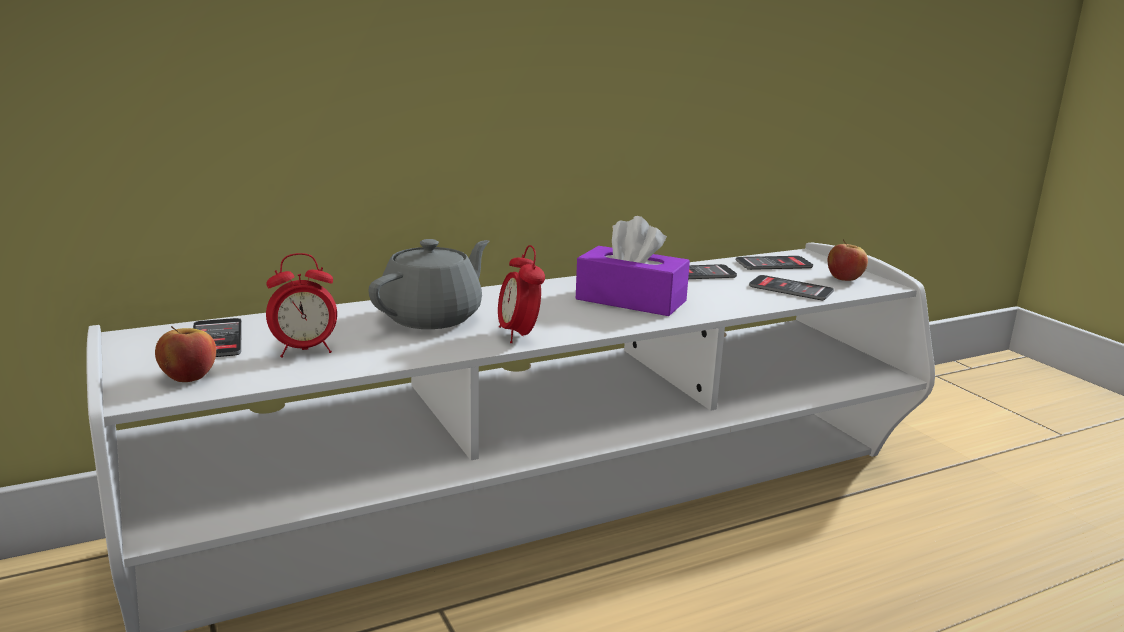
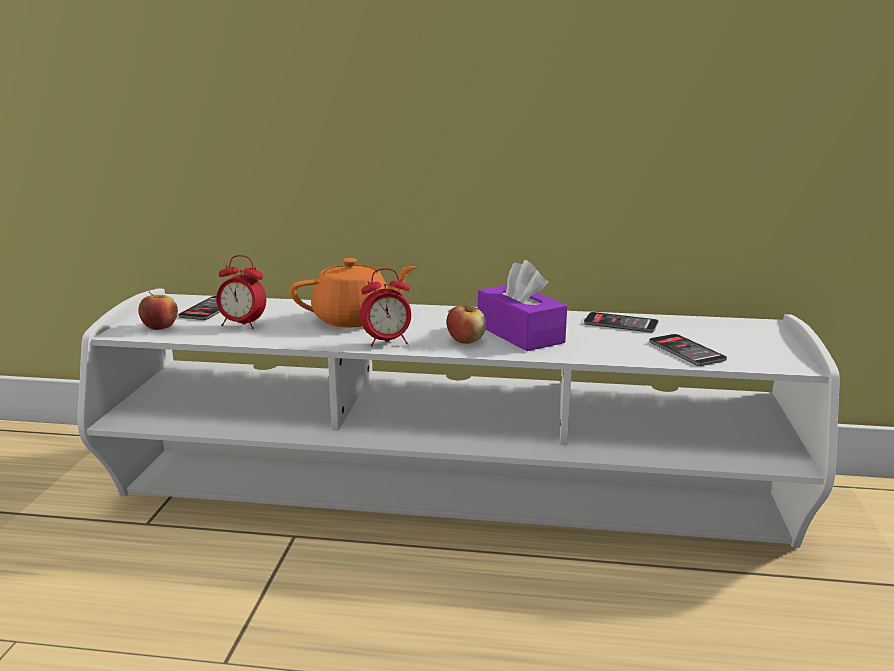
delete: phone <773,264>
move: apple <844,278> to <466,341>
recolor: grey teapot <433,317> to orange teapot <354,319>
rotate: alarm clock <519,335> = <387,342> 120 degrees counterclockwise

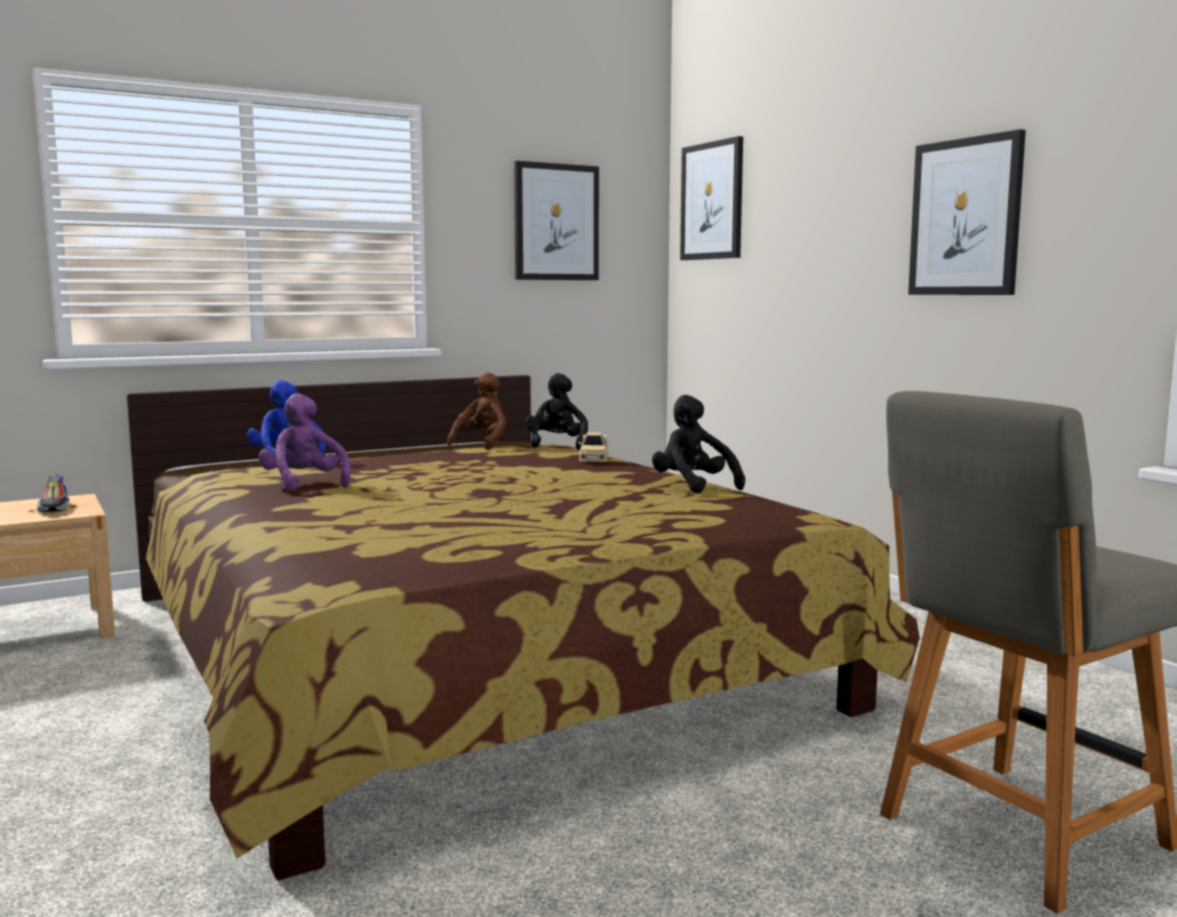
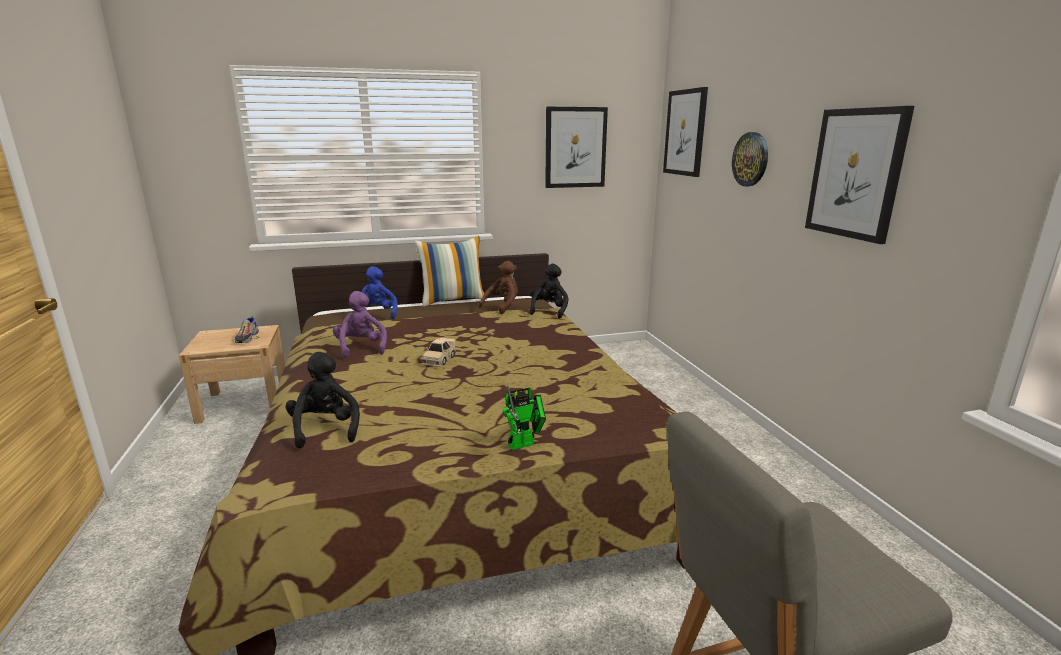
insert: pillow <453,300>; toy robot <525,443>; wall clock <750,159>
move: black plush toy <693,487> to <325,429>; beige toy car <593,459> to <439,360>

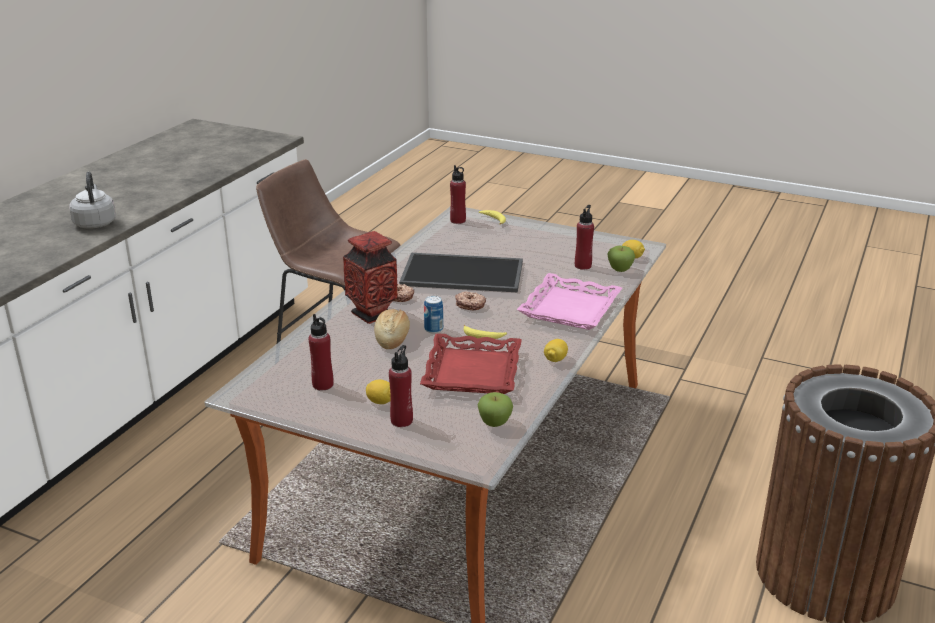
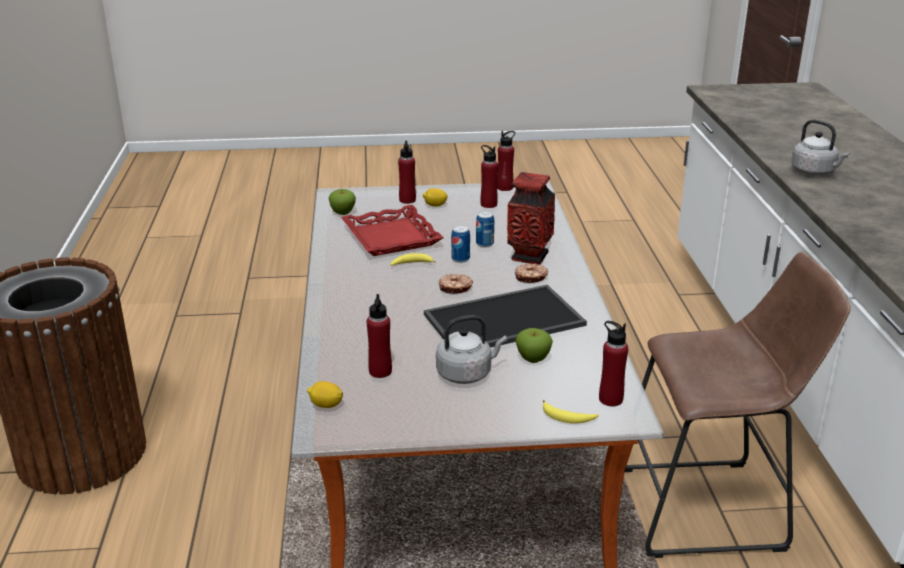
delete: pink tray <570,309>; lemon <555,359>
insert: grey kettle <467,373>; red bottle <505,188>
move: apple <620,270> to <533,359>
replace: bread <392,338> to can <484,243>

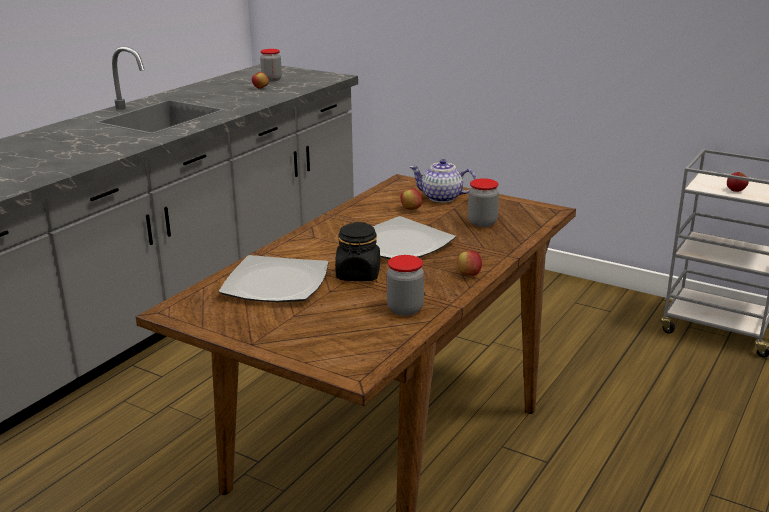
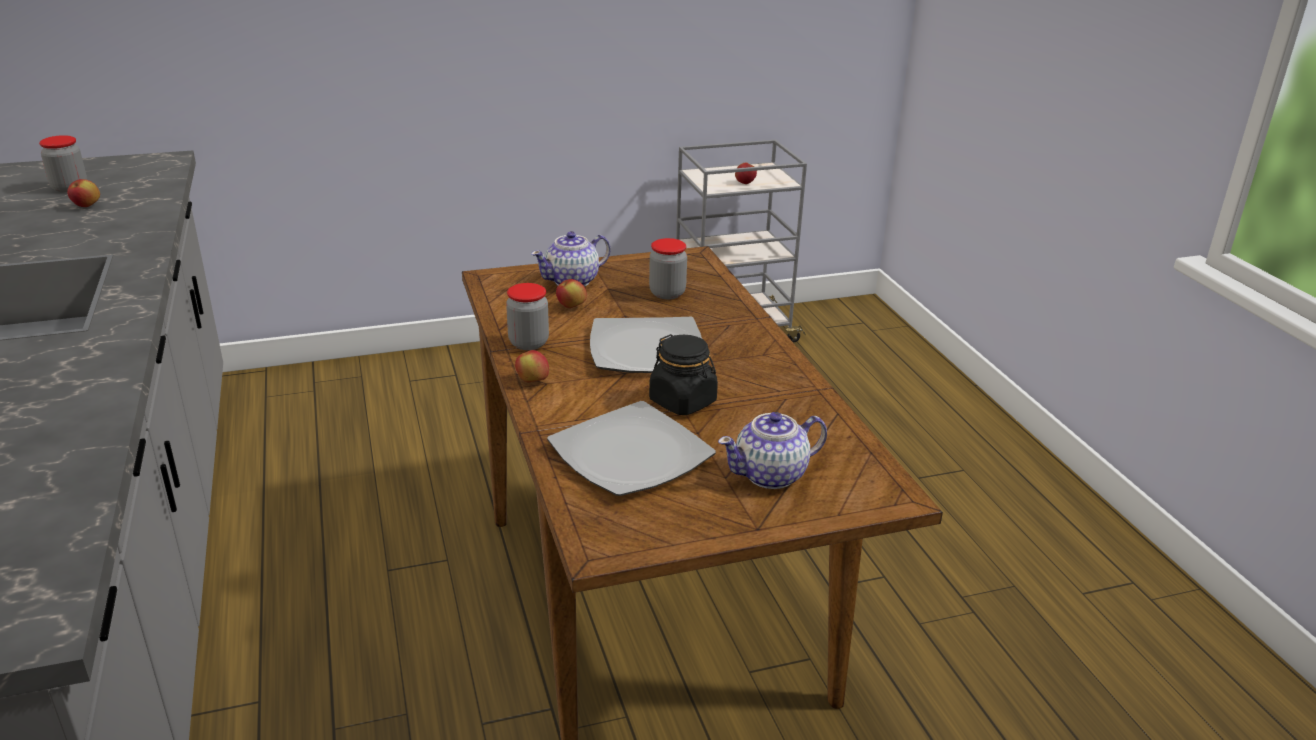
insert: teapot <771,475>
move: jar <405,309> to <528,343>; apple <469,275> to <532,381>

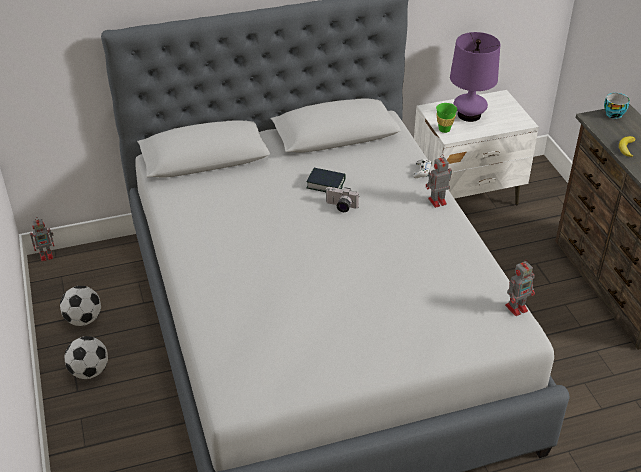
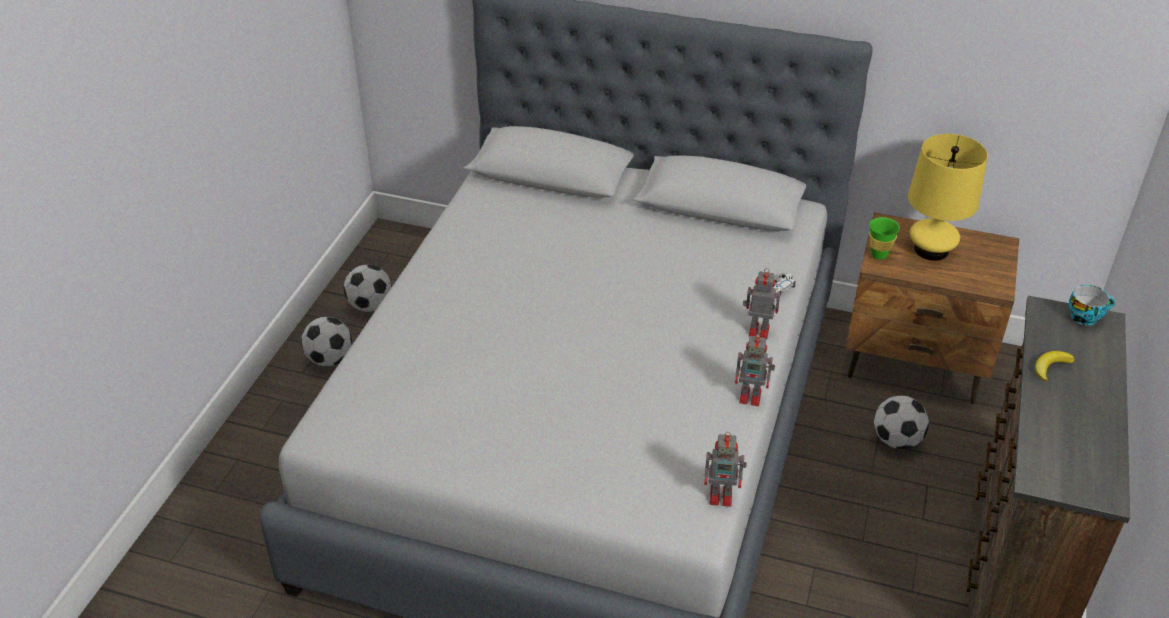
delete: book <325,184>; photo camera <340,207>
insert: football <896,440>
move: toy robot <47,255> to <751,396>
recolor: white nightstand <467,195> to brown nightstand <916,362>; purple table lamp <469,115> to yellow table lamp <931,250>

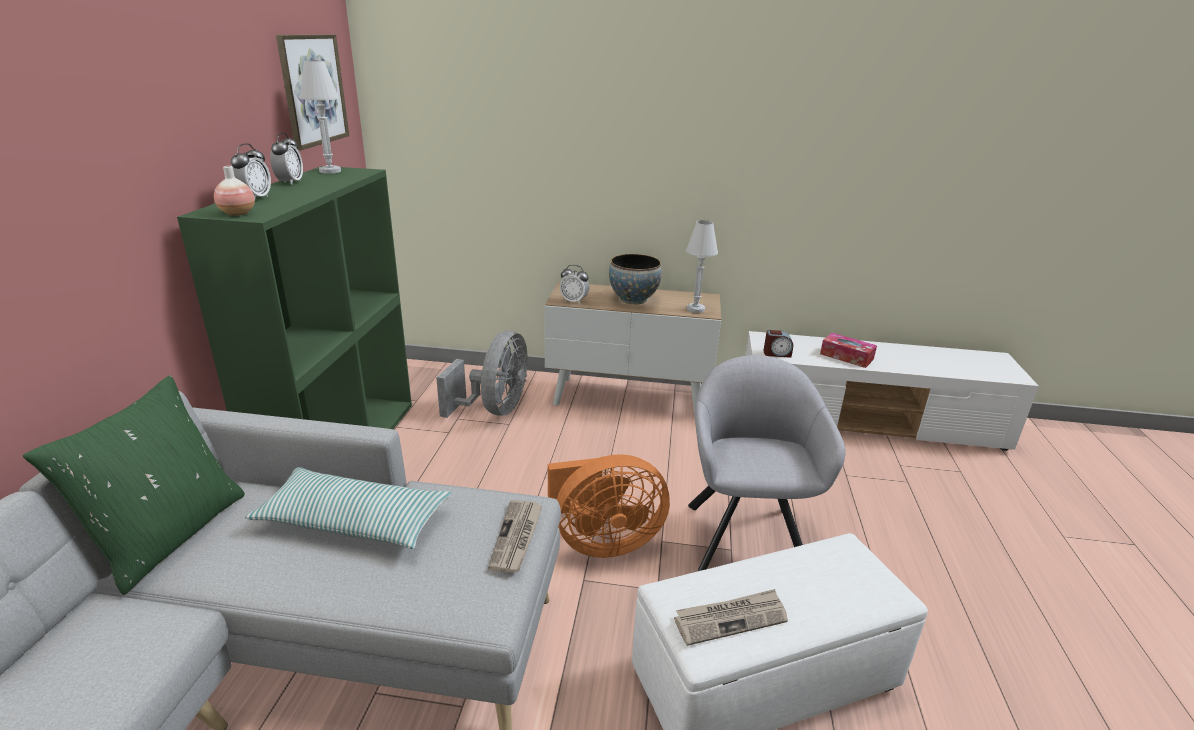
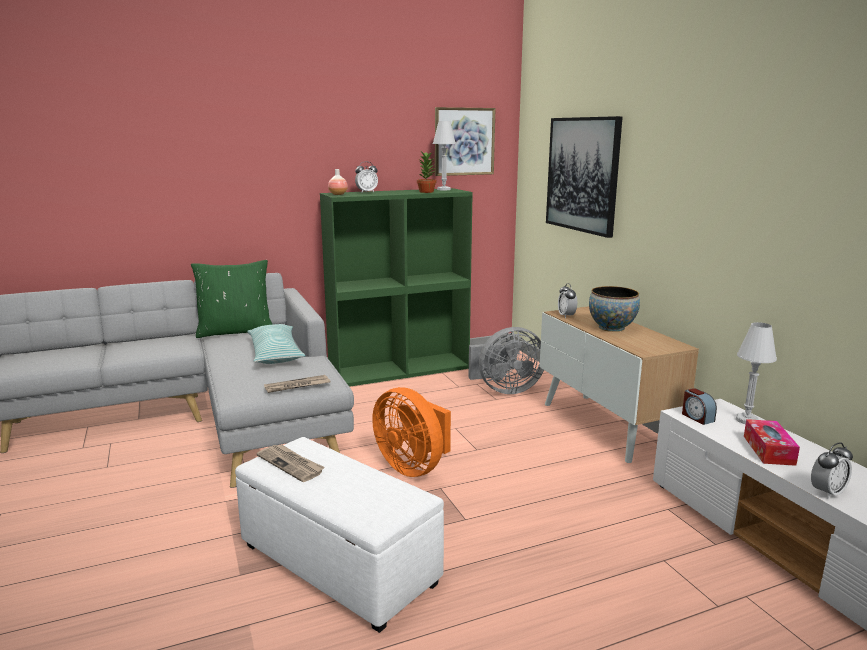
delete: grey armchair <745,532>
insert: potted plant <426,192>; picture <582,174>
move: white table lamp <695,309> to <746,420>; alarm clock <290,182> to <827,492>

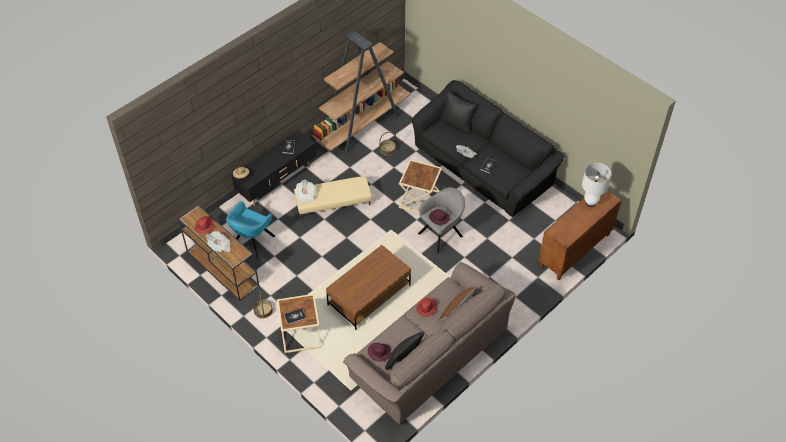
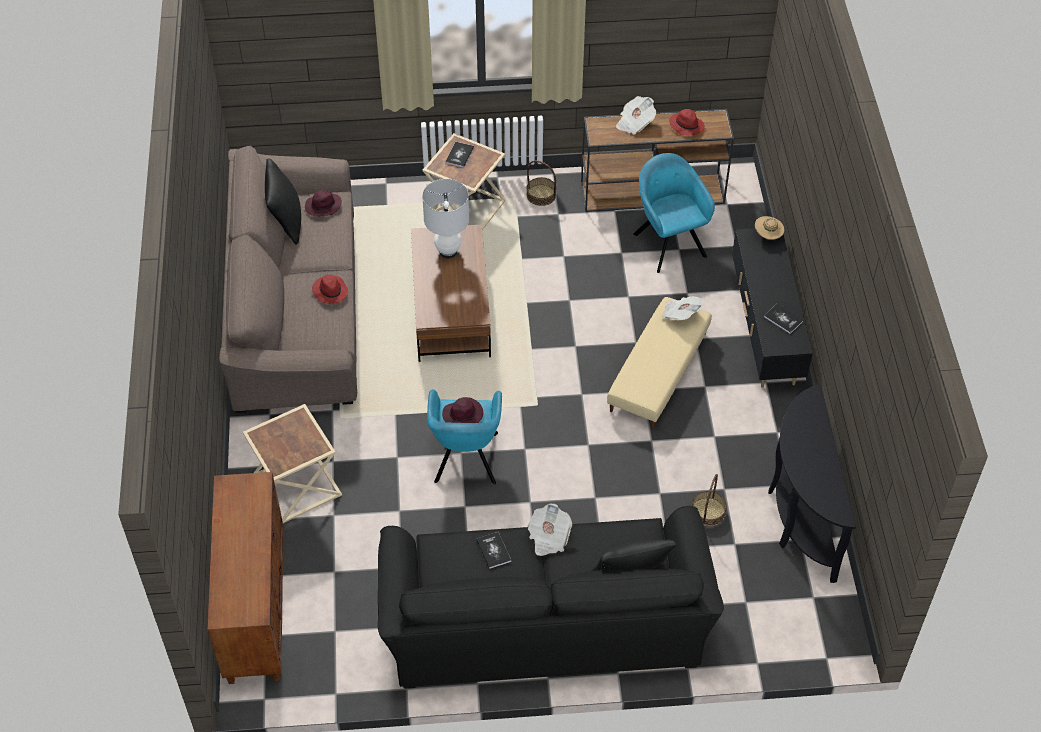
delete: brown pillow <456,309>
move: beige side table <420,200> to <295,485>; white table lamp <590,203> to <448,251>
replace: brown bookcase <363,125> to black console table <799,516>
recolor: grey armchair <441,234> to turquoise armchair <466,460>

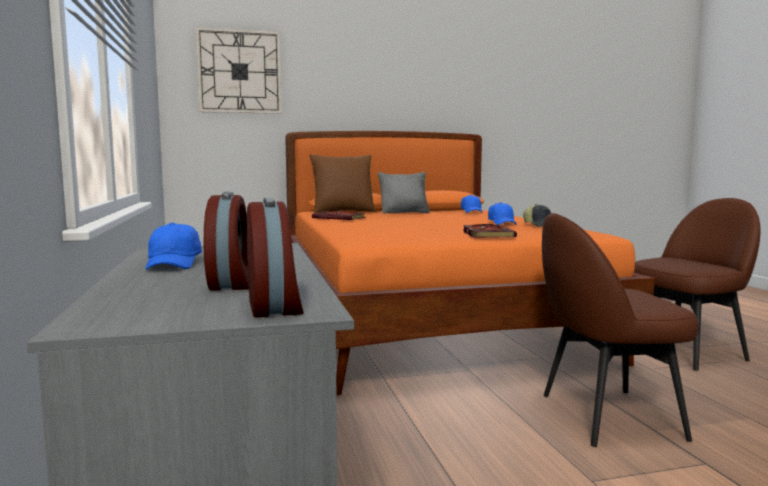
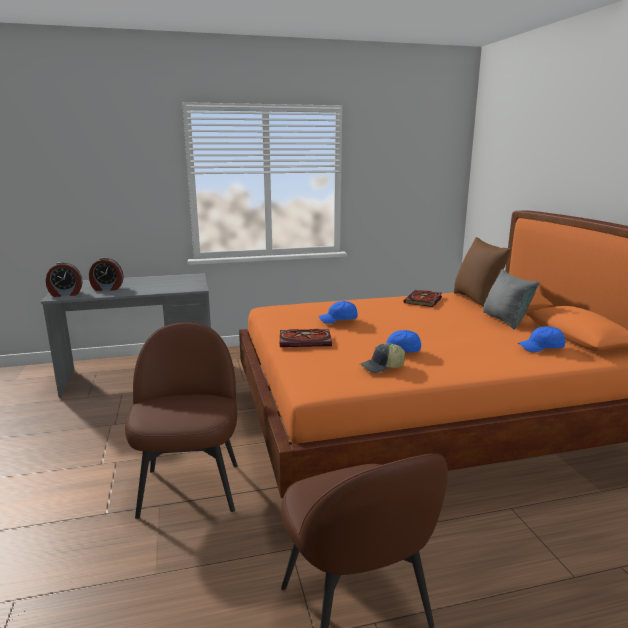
delete: wall clock <239,72>
move: blue cap <174,264> to <338,320>

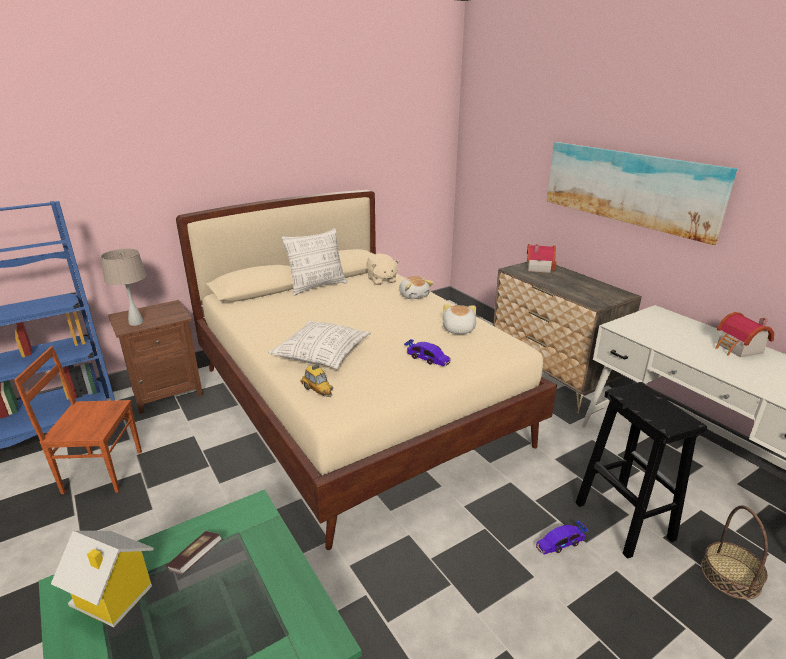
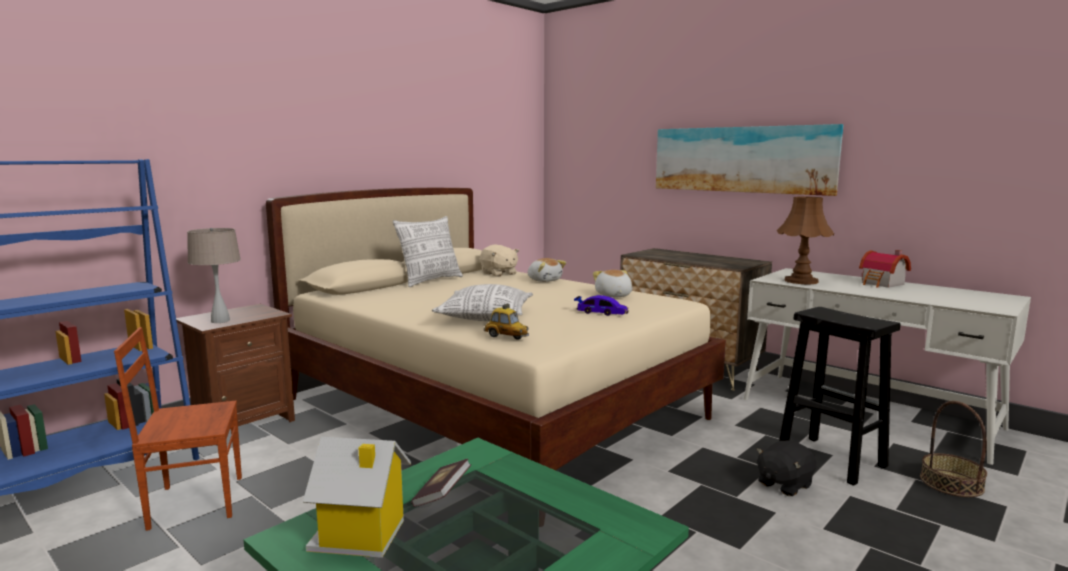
delete: toy house <538,267>
insert: brown table lamp <801,281>
replace: toy car <560,543> to black plush toy <784,484>

